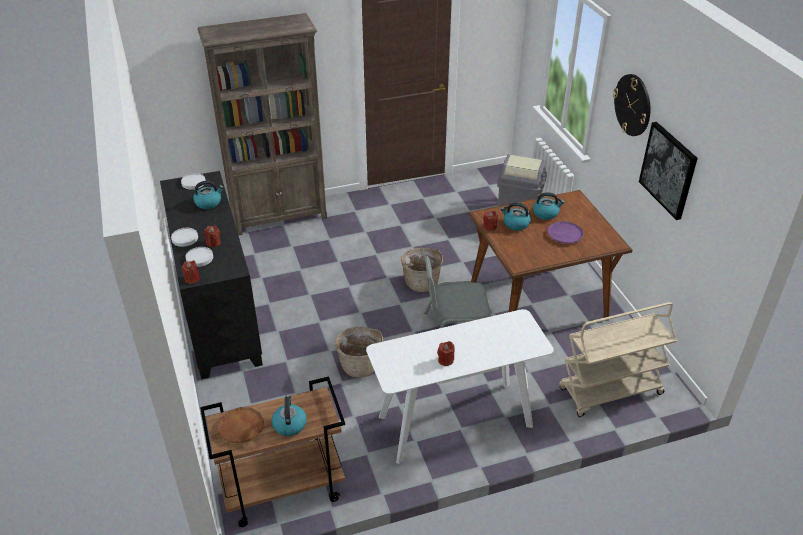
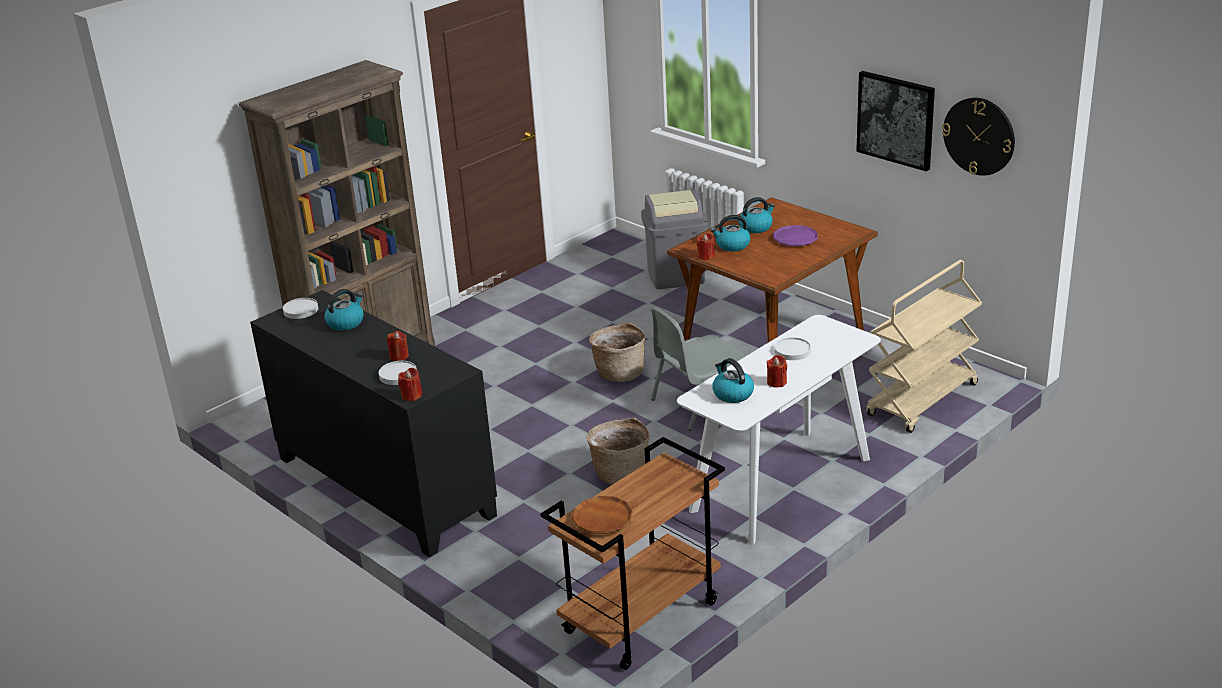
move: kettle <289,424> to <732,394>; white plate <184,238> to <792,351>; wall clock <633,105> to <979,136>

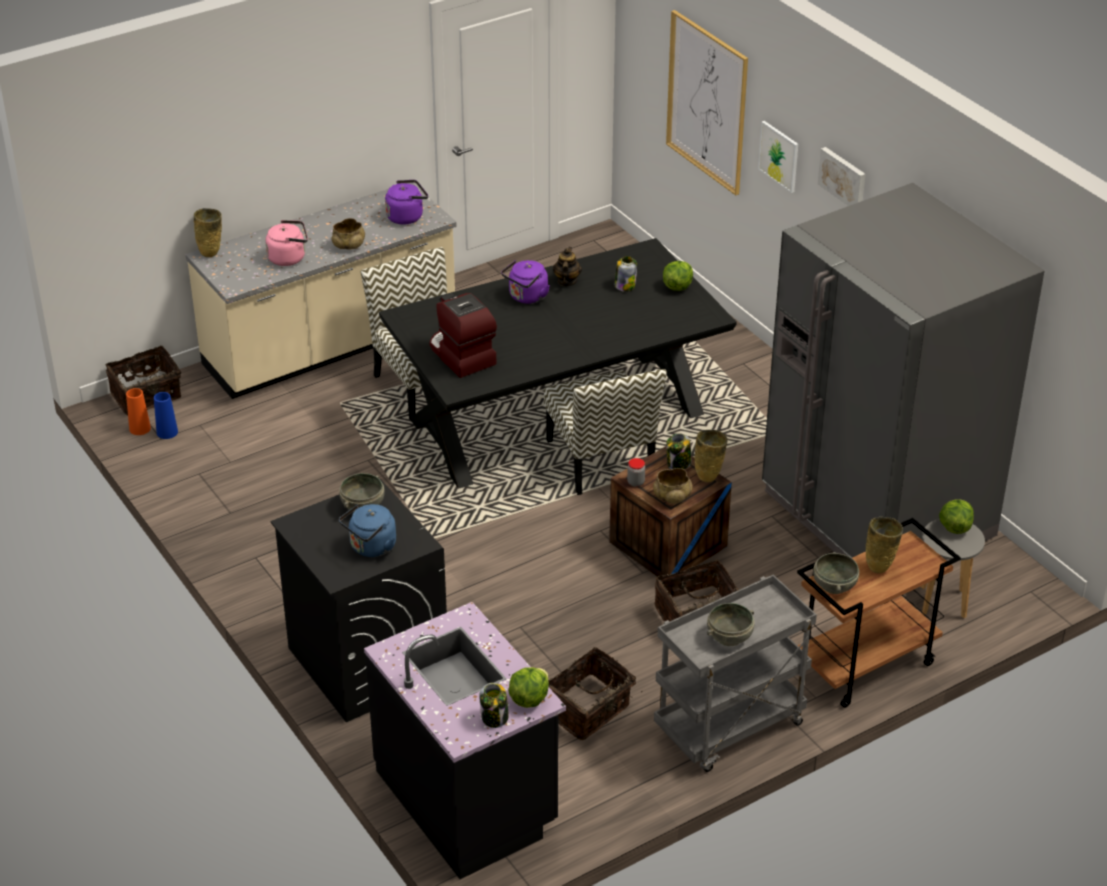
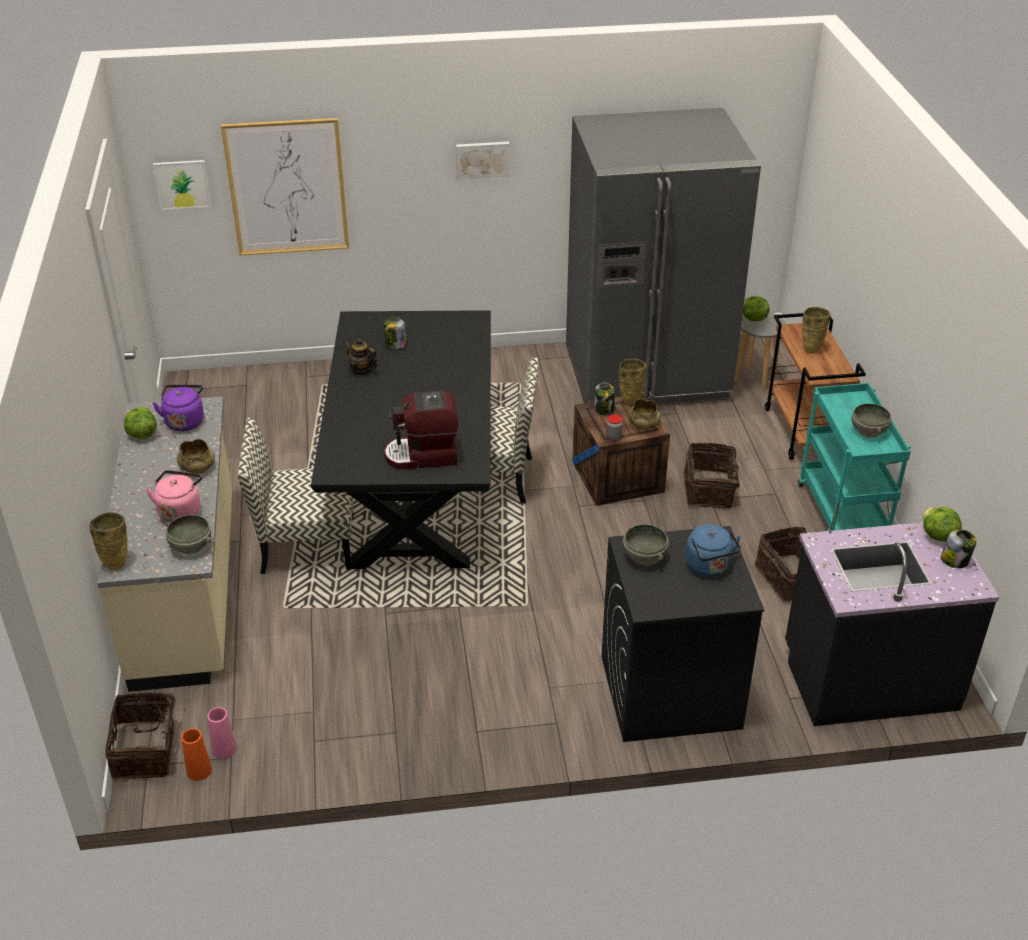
delete: purple kettle <526,297>
move: lettuce <677,286> to <141,434>; picture <779,156> to <182,184>; grey bowl <833,585> to <190,546>
recolor: blue vase <167,432> to pink vase <224,749>; grey cart <729,729> to turquoise cart <843,514>

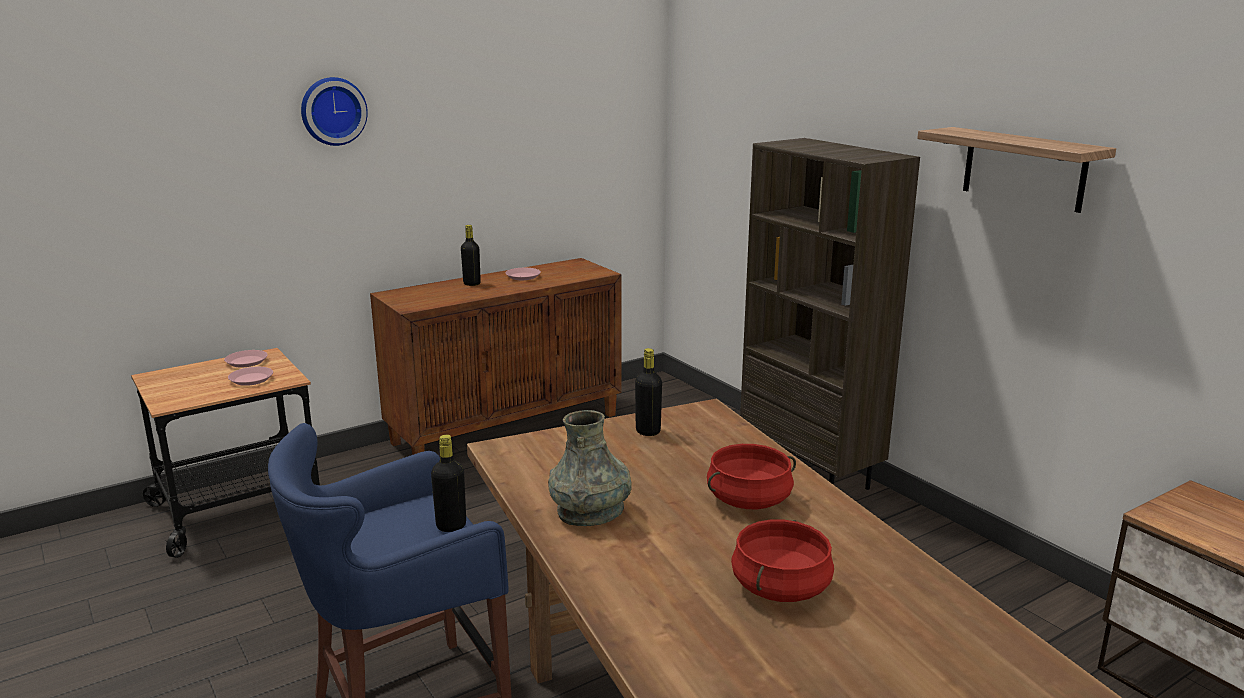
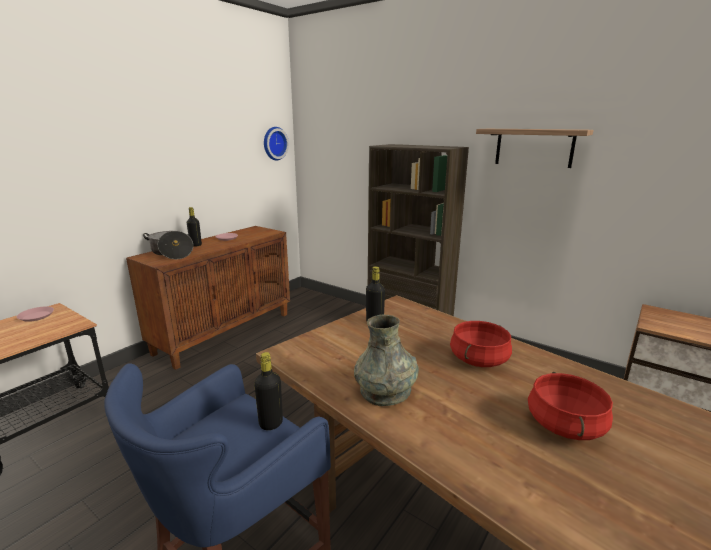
delete: pink plate <251,379>
insert: cooking pot <171,253>
move: wall clock <332,111> to <274,143>

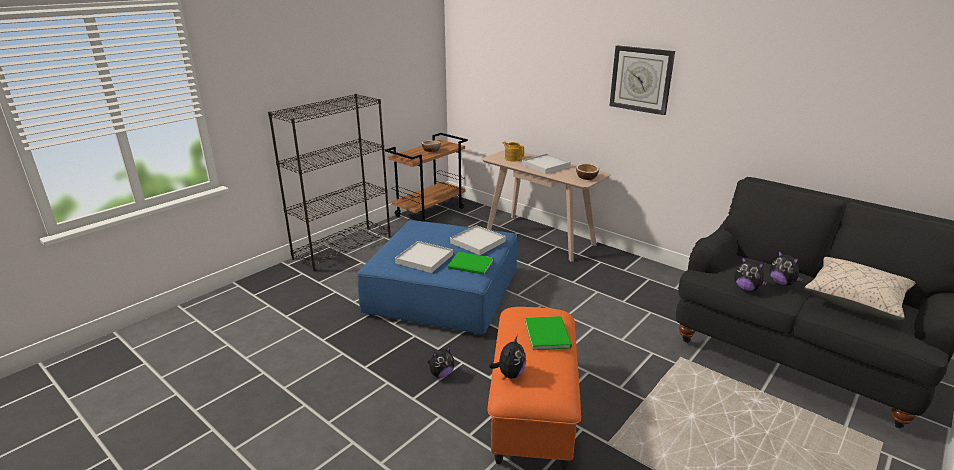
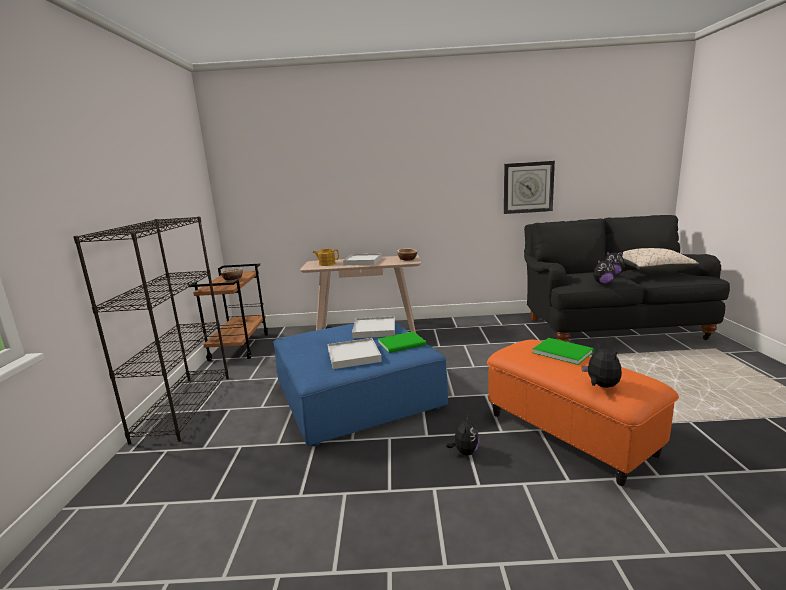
move: wall clock <641,79> to <528,187>

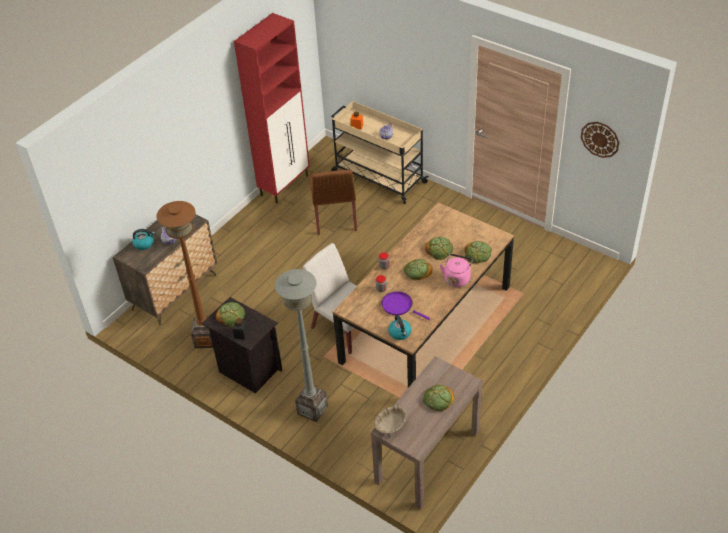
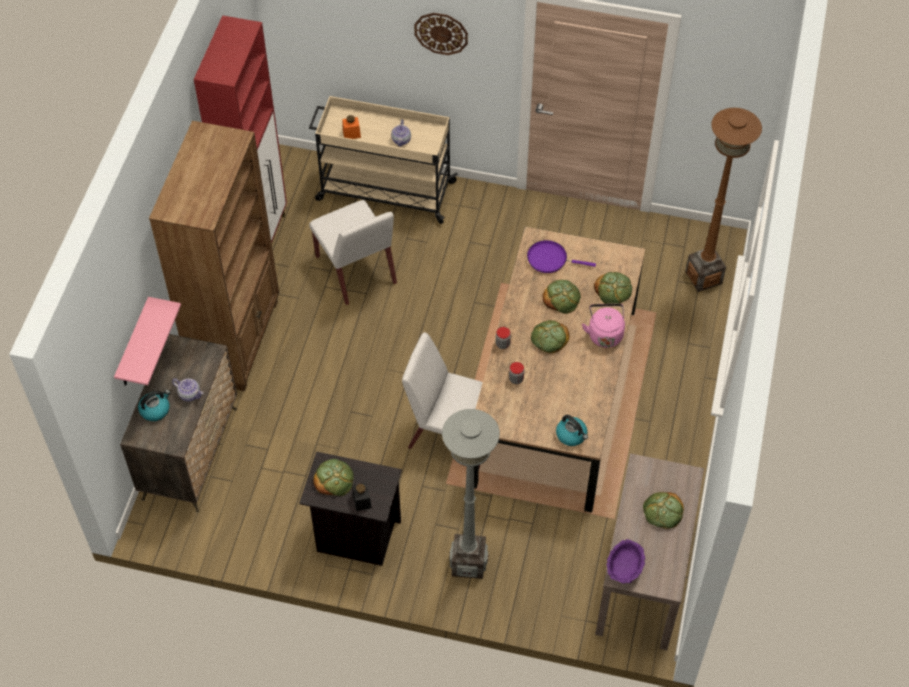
insert: pink shelf <134,346>; brown bookcase <237,340>
move: wall clock <600,139> to <441,33>; purple frying pan <399,306> to <550,259>; brown floor lamp <206,339> to <703,277>
recolor: brown chair <335,217> to white chair <356,270>; beige bowl <390,426> to purple bowl <624,568>

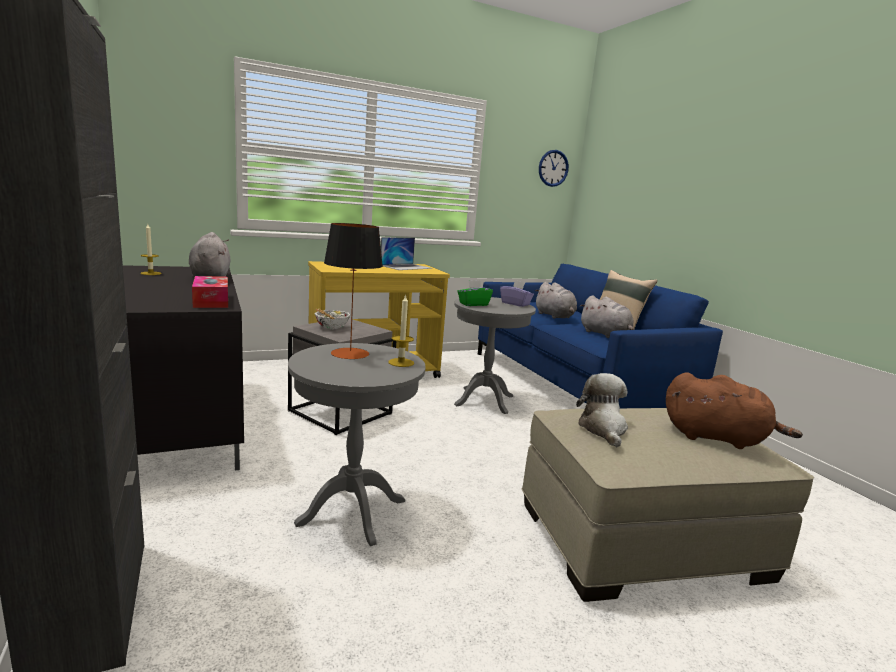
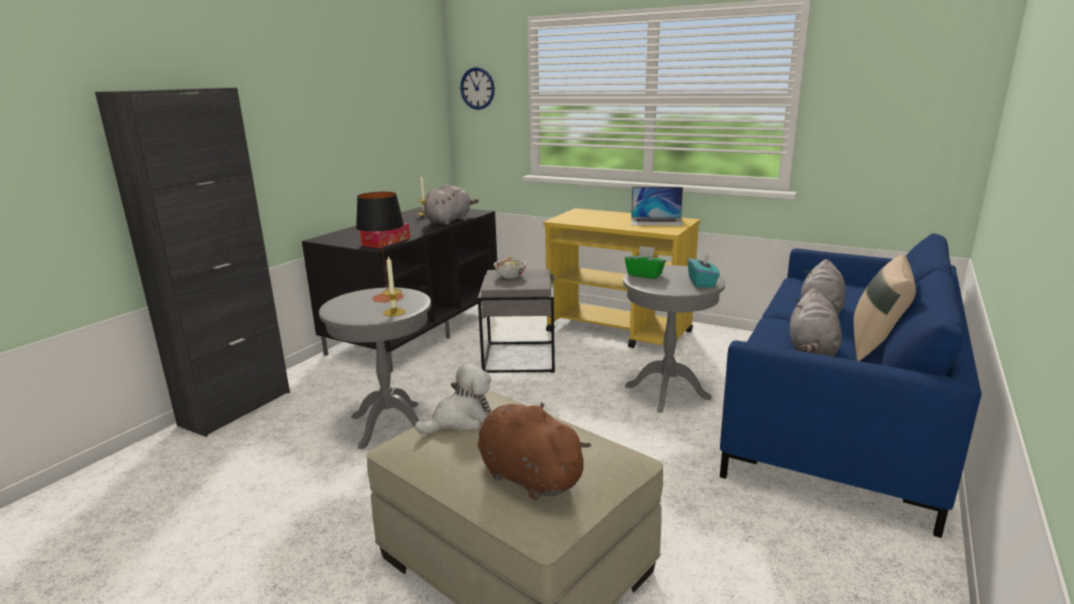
move: wall clock <553,168> to <477,88>
recolor: purple tissue box <515,304> to turquoise tissue box <702,282>
rotate: brown plush toy <717,438> = <527,476> 150 degrees clockwise

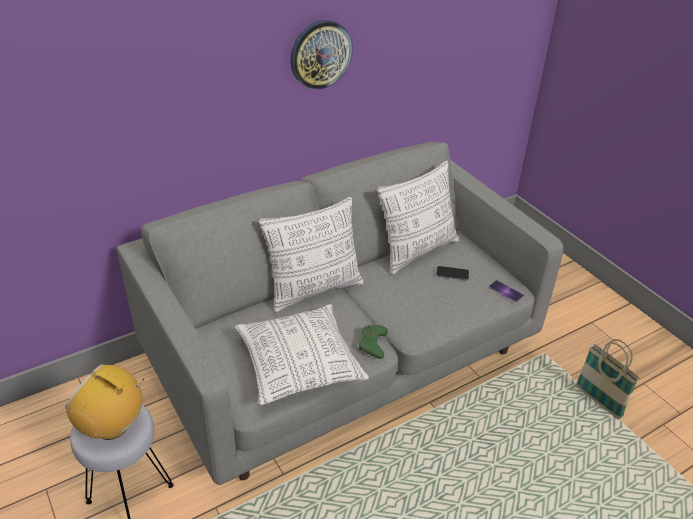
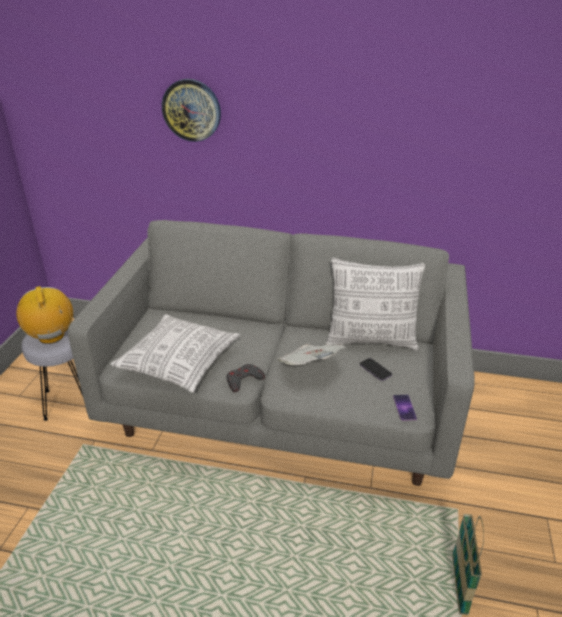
delete: pillow <314,289>
insert: newspaper <309,367>
move: wall clock <320,54> to <191,110>
recolor: green game controller <373,344> to grey game controller <243,380>

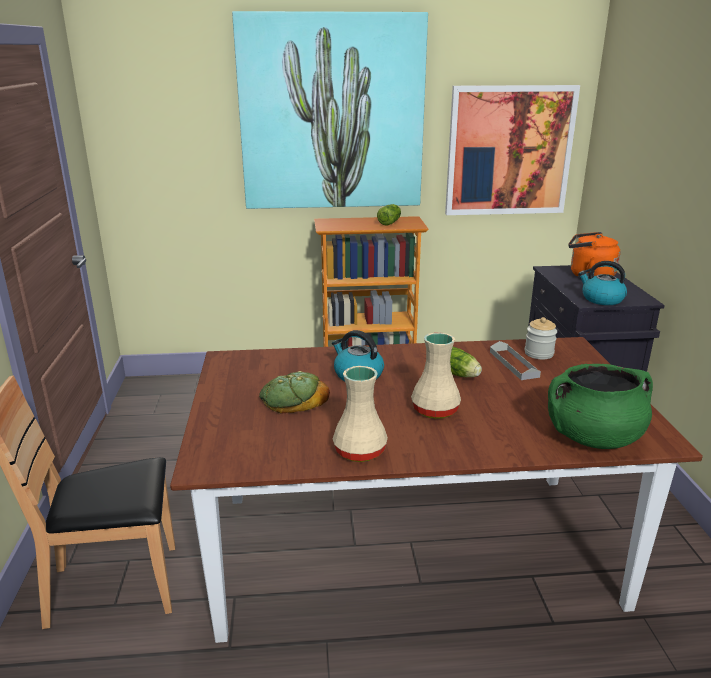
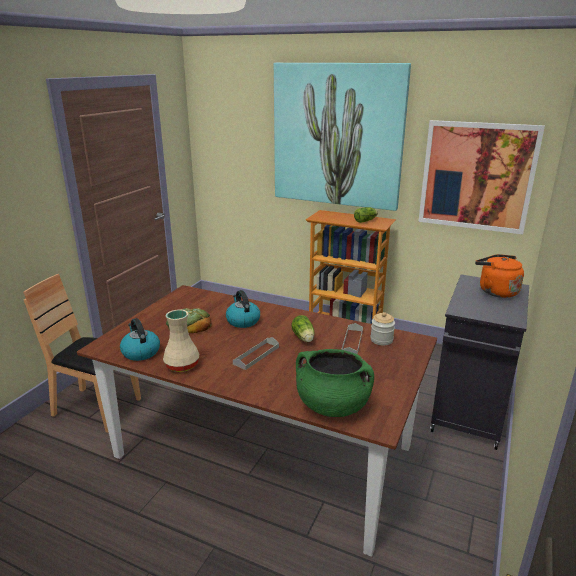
move: kettle <601,299> to <140,352>
replace: beige vase <434,410> to grey tray <256,355>

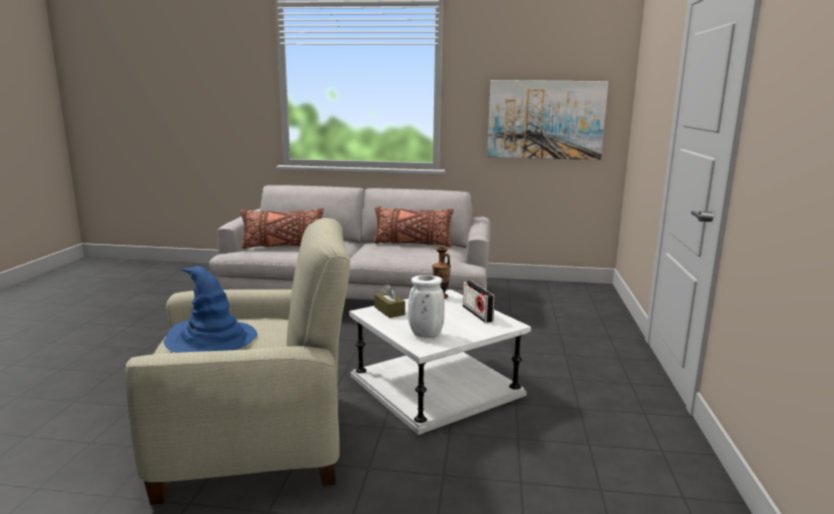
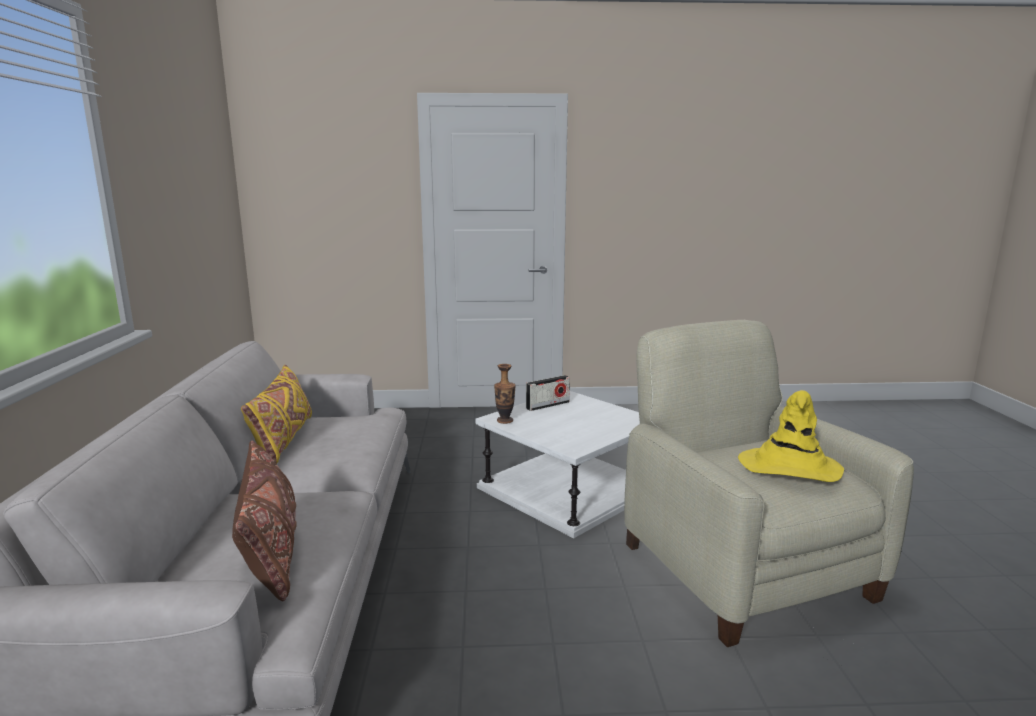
delete: brown tissue box <389,311>; white vase <425,335>; picture <545,120>
recolor: brown pillow <412,244> to yellow pillow <283,440>; blue hat <211,340> to yellow hat <789,467>

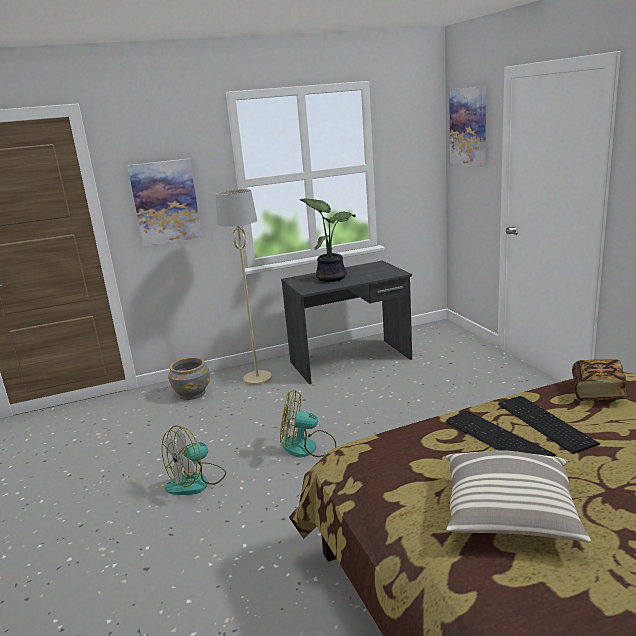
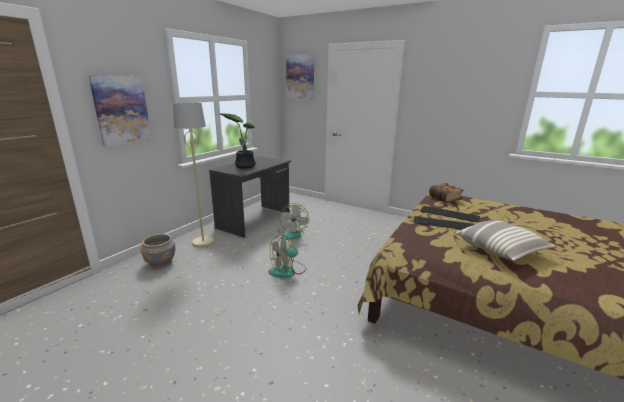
move: fan <196,481> to <292,233>

